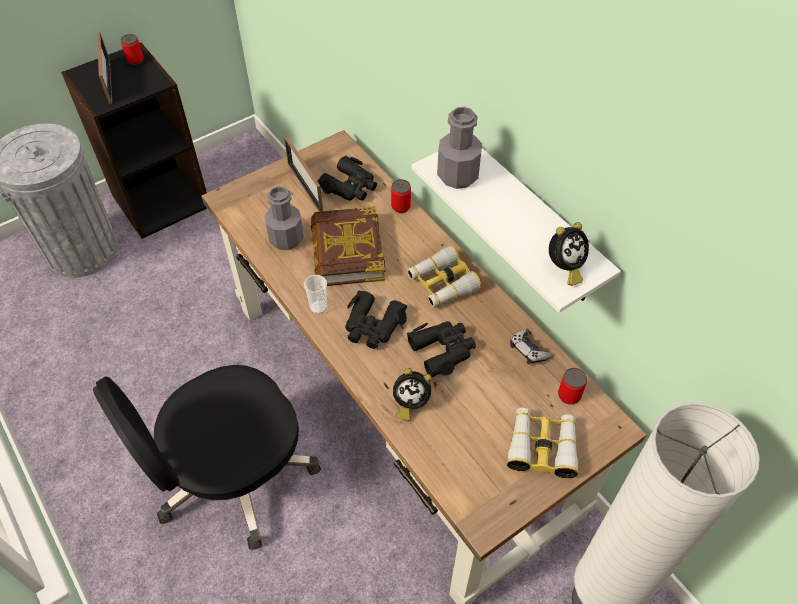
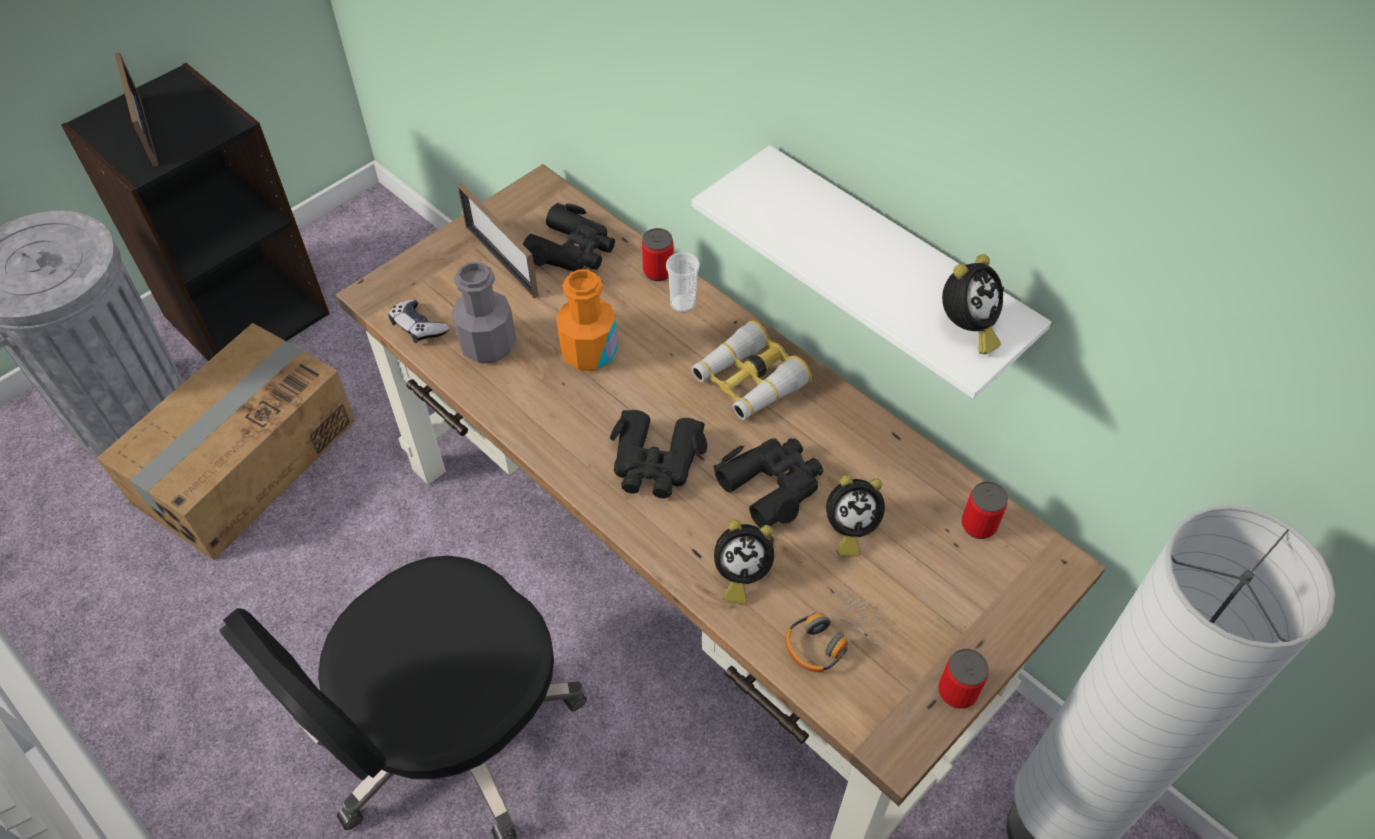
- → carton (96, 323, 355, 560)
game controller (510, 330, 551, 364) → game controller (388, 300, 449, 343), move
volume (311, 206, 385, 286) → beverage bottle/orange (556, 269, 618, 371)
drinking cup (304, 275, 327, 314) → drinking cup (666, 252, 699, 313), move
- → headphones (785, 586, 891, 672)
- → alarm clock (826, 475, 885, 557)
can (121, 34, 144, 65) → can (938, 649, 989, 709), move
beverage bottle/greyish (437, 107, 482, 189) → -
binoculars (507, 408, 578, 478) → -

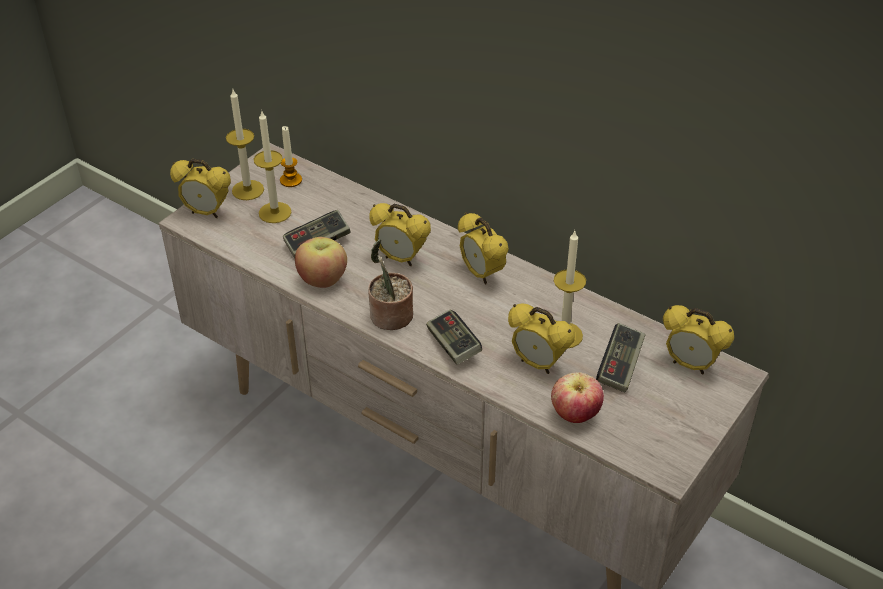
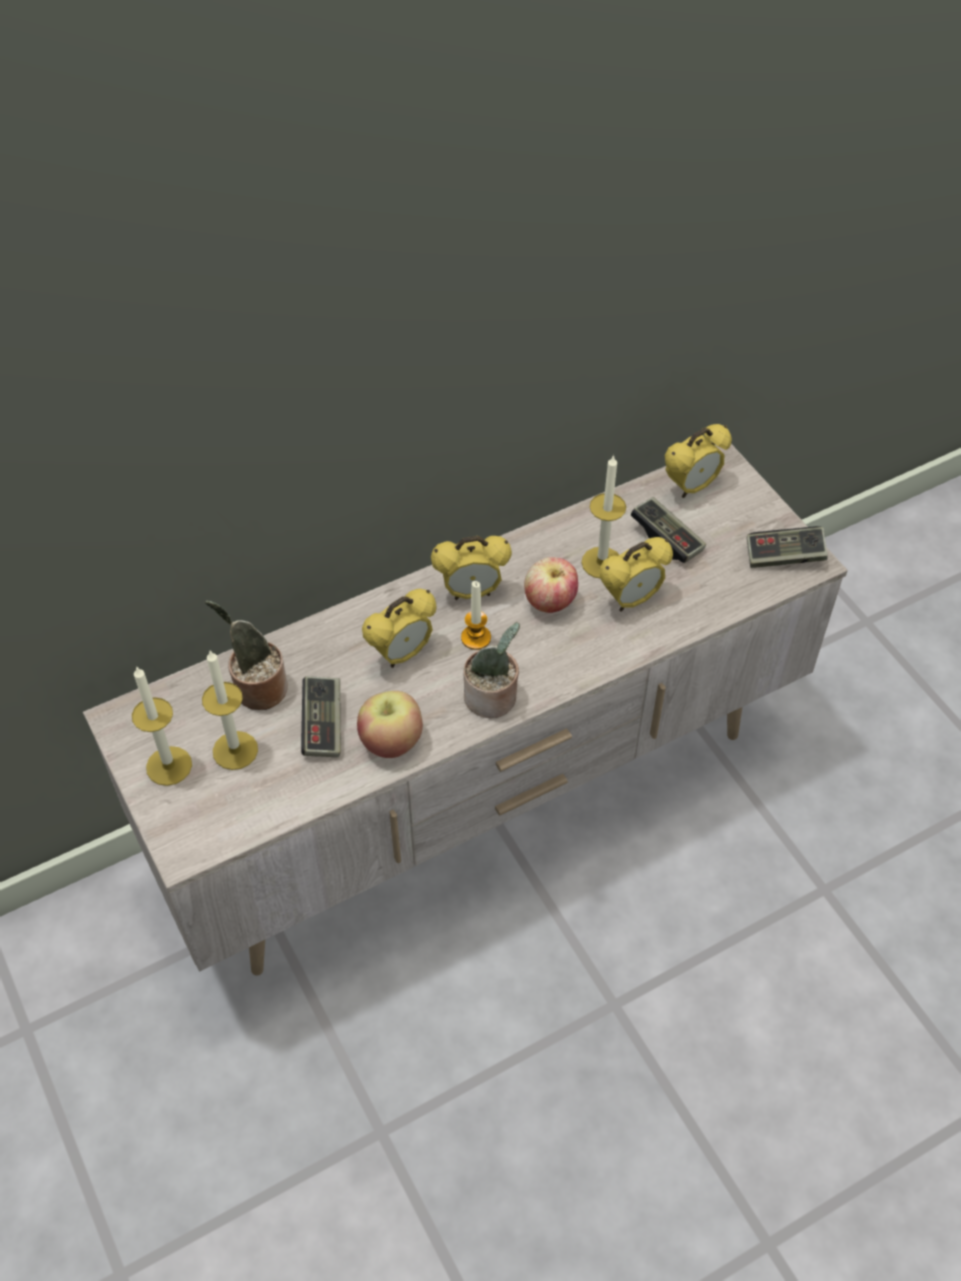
- → plant in a pot (205, 601, 288, 710)
wax light (280, 126, 302, 187) → wax light (461, 581, 491, 650), move
apple (551, 372, 604, 423) → apple (524, 557, 578, 613), move
game controller (426, 309, 482, 365) → game controller (747, 526, 828, 568), move
alarm clock (170, 159, 231, 218) → -

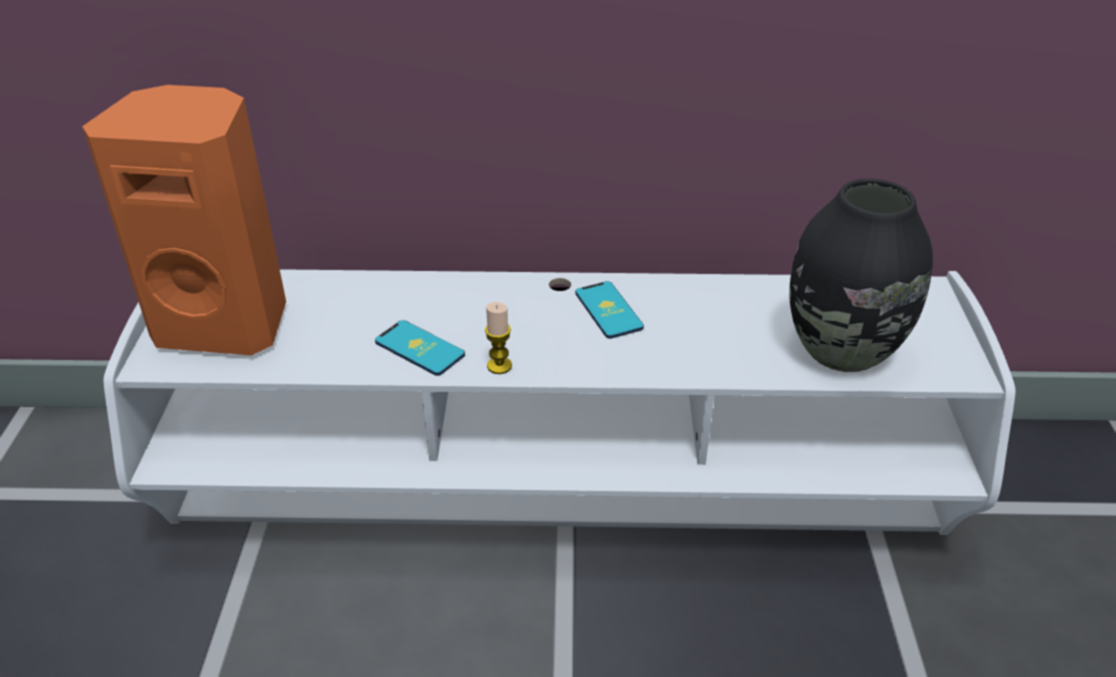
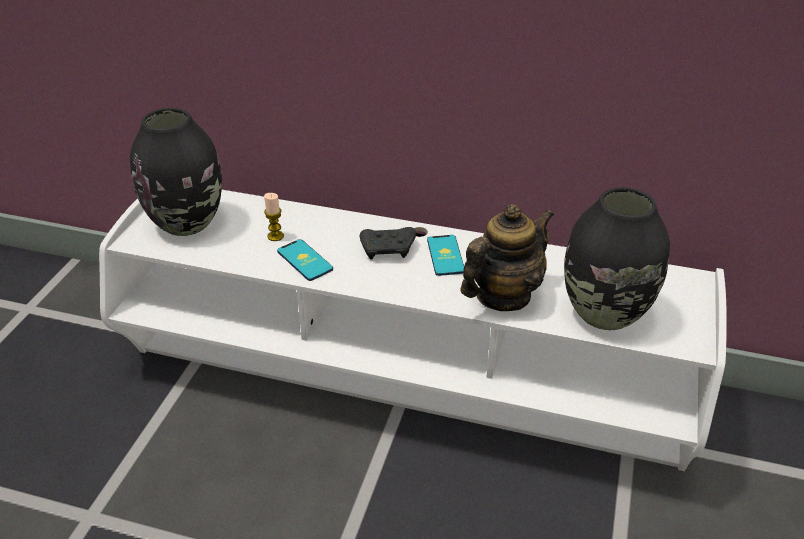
loudspeaker/orange (82, 85, 286, 355) → decorative vase/black-coloured (130, 108, 222, 236)
wax light (485, 302, 512, 374) → wax light (264, 193, 284, 241), move
- → game controller/black-coloured (360, 227, 416, 260)
- → pot for tea (460, 204, 554, 311)

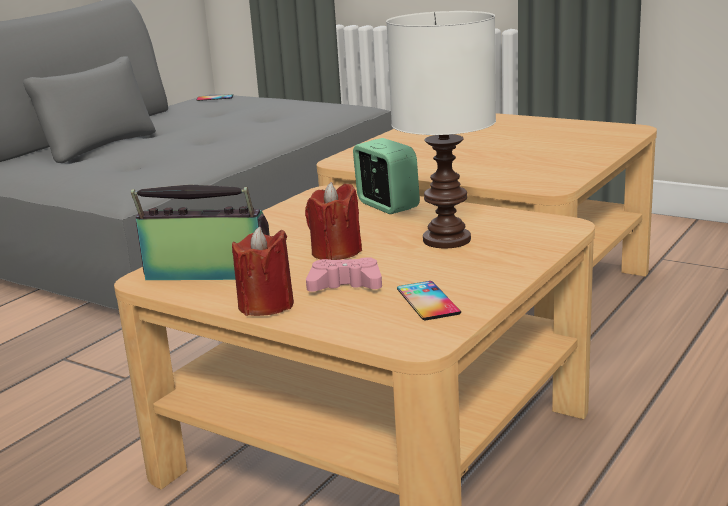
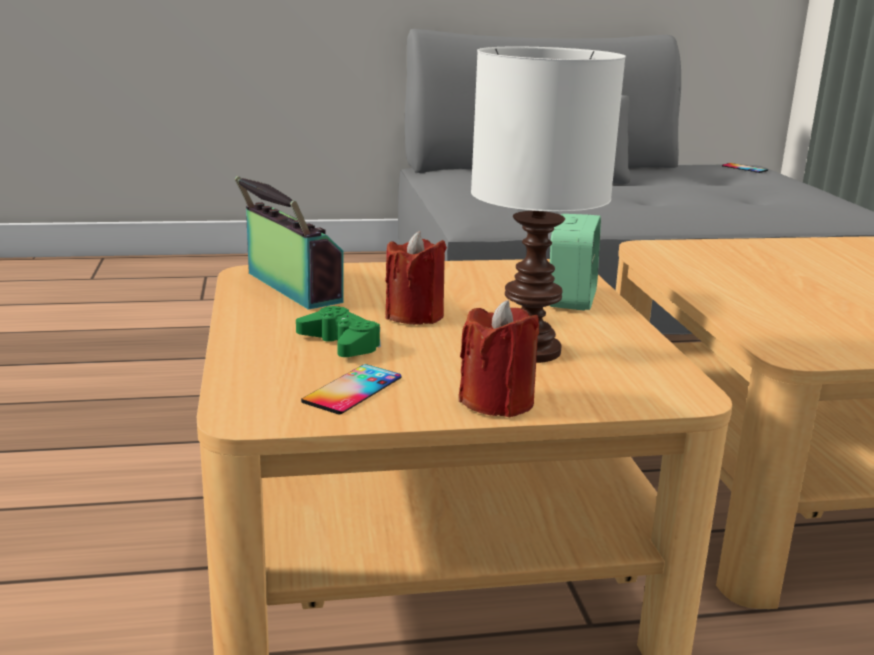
game controller/pink (306, 257, 382, 292) → game controller/green-coloured (296, 306, 381, 357)
wax light/red-coloured (232, 226, 294, 316) → wax light/red-coloured (459, 300, 539, 417), move

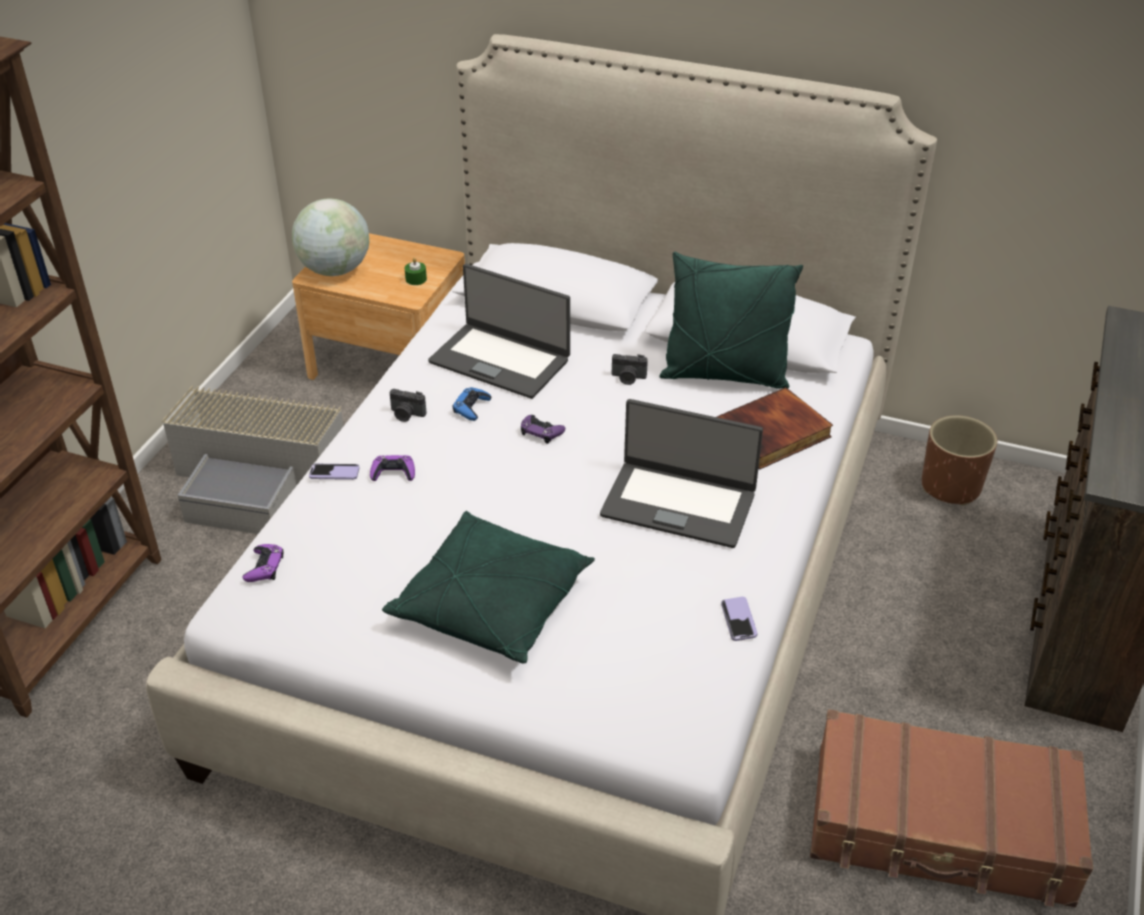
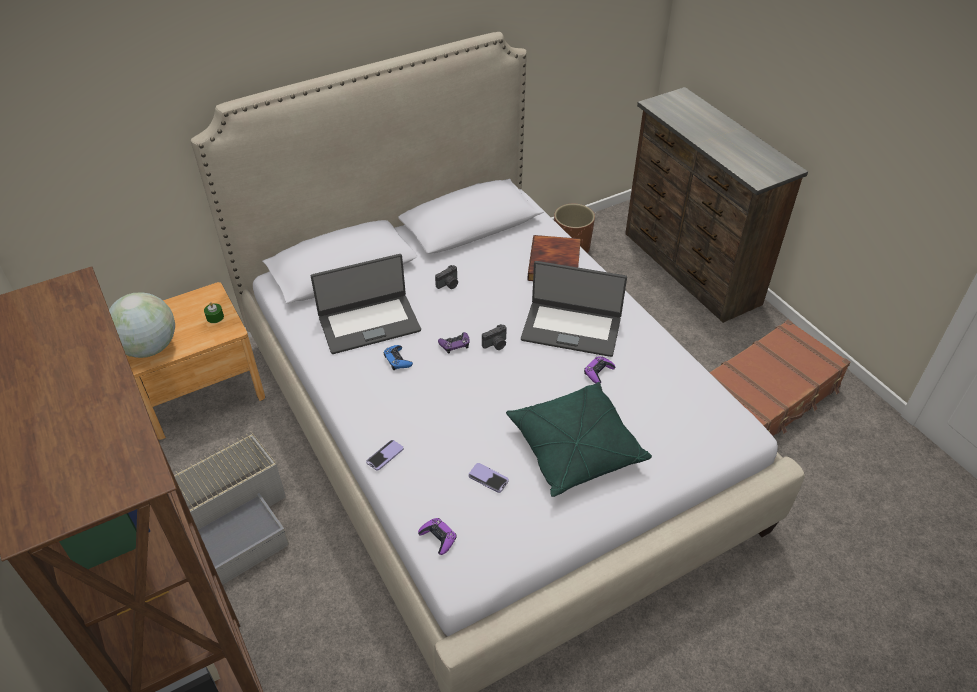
handset (721, 597, 757, 641) → handset (468, 463, 509, 493), move
photo camera (390, 389, 427, 422) → photo camera (482, 324, 506, 350), move
notebook computer (600, 399, 763, 548) → notebook computer (521, 261, 627, 357), 45 degrees clockwise
game controller/purple-coloured (370, 455, 415, 481) → game controller/purple-coloured (584, 356, 615, 383), move
throw pillow/green-coloured (659, 252, 803, 389) → -

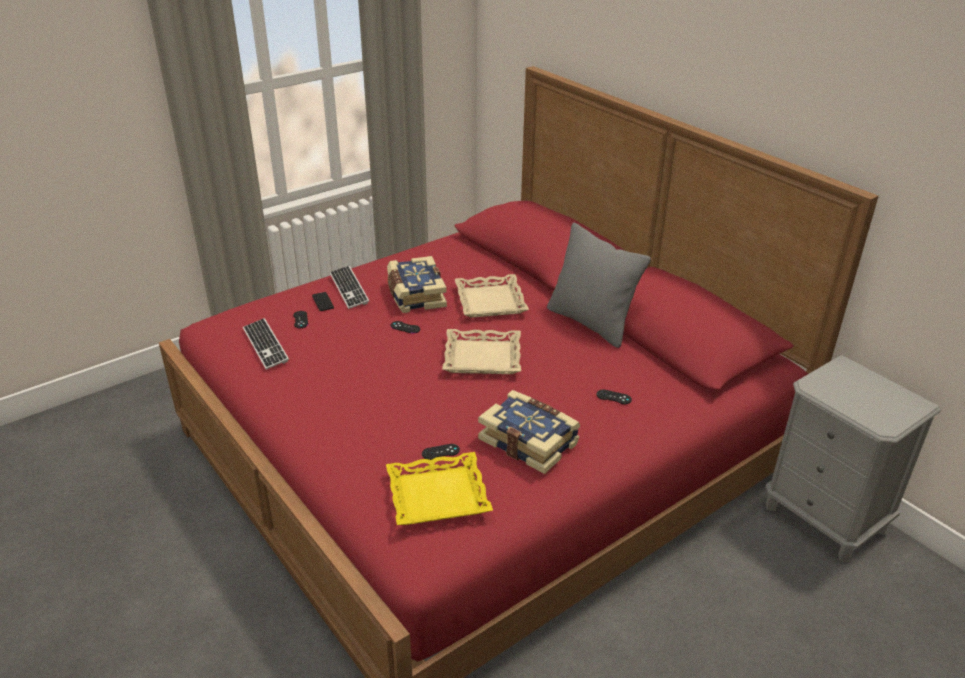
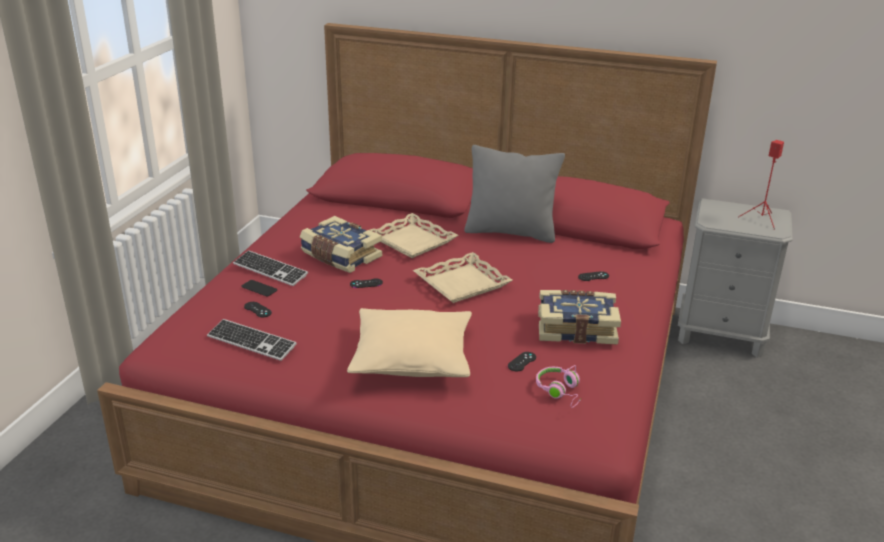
- → throw pillow/beige (347, 308, 472, 377)
carrying tray/yellow (386, 452, 493, 525) → headphones/pink (536, 365, 581, 408)
- → loudspeaker/red-coloured (739, 140, 784, 230)

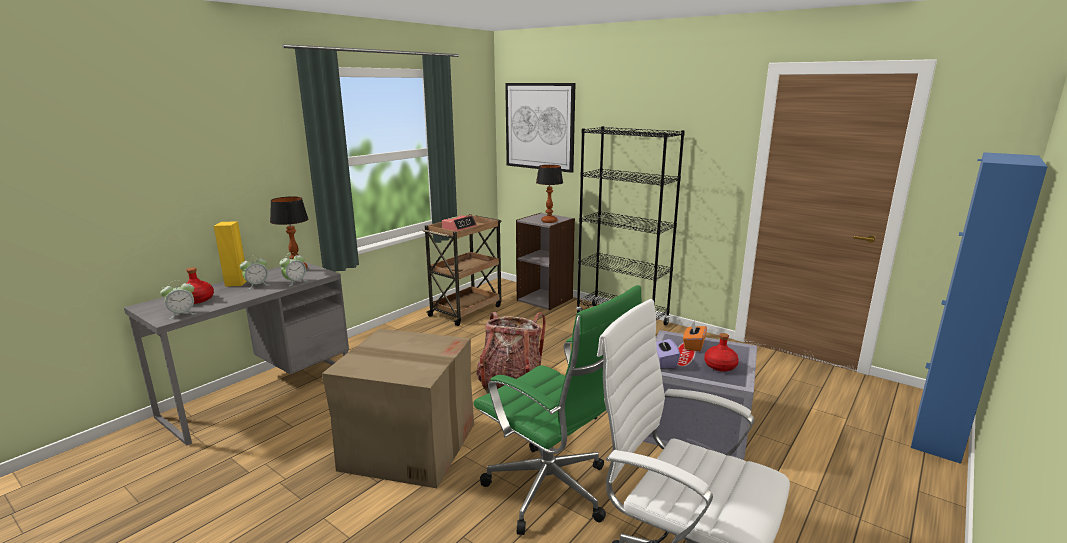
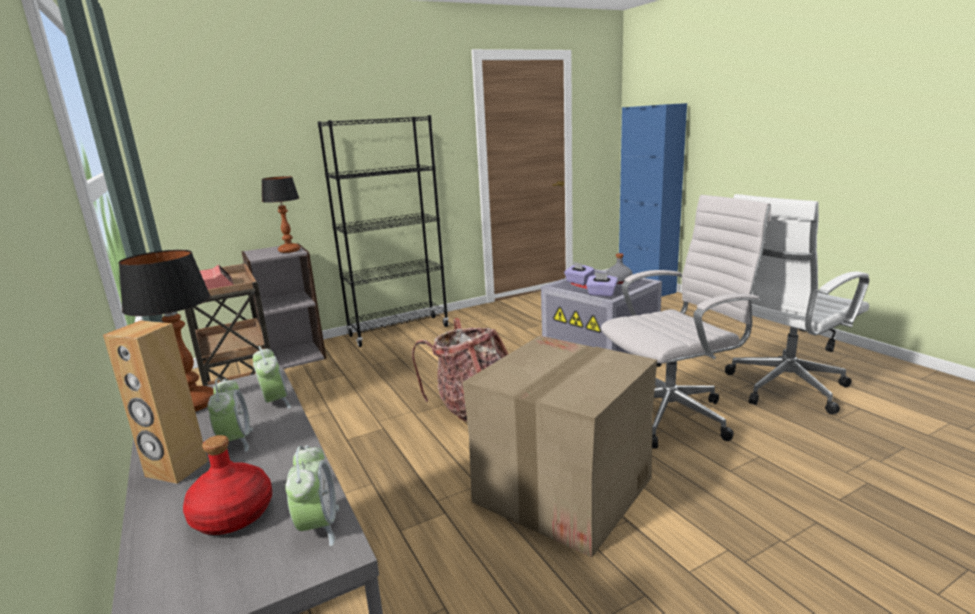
loudspeaker/yellow (214, 221, 247, 287) → loudspeaker/brown-coloured (103, 320, 208, 484)
box of tissues/orange (683, 321, 707, 352) → box of tissues/purple-coloured (564, 262, 595, 285)
desk chair/green-coloured (474, 285, 642, 535) → desk chair/white (601, 195, 771, 449)
beverage bottle/red-coloured (704, 333, 739, 372) → beverage bottle/greyish (606, 253, 633, 284)
wall picture (505, 83, 575, 173) → -

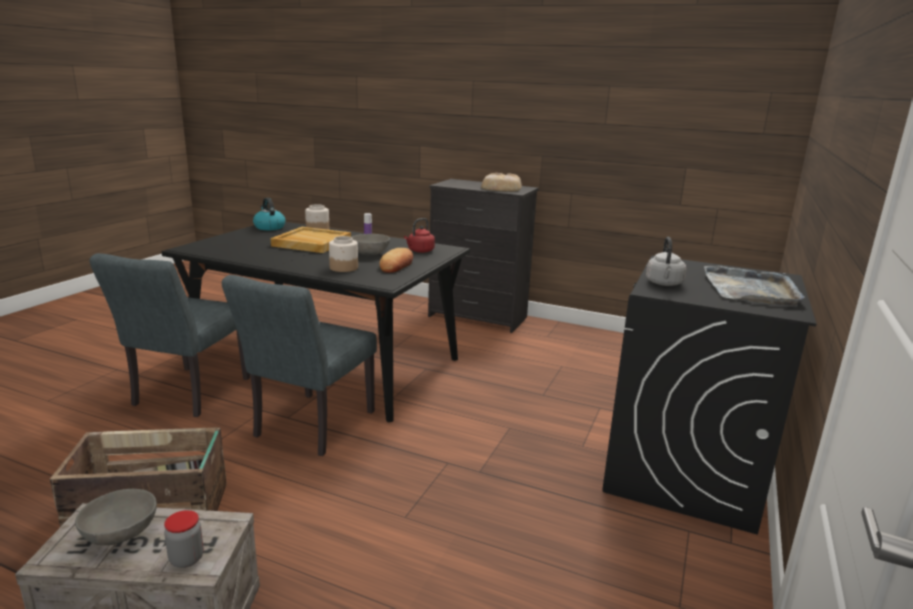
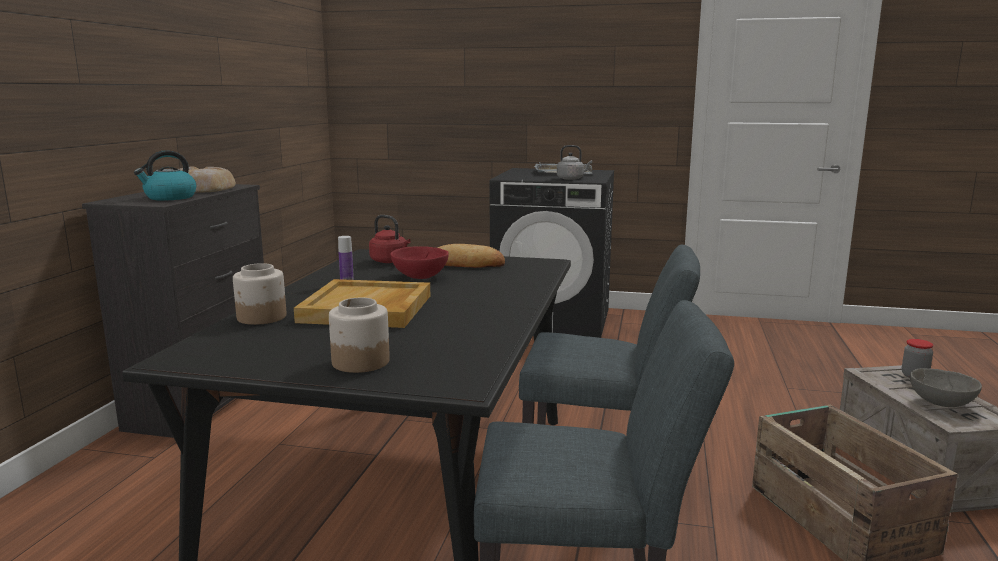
tea kettle (253, 198, 286, 230) → tea kettle (134, 150, 196, 201), move
jar (329, 236, 358, 272) → jar (329, 298, 390, 373), move
deep dish/greyish (352, 234, 390, 255) → deep dish/red-coloured (390, 246, 449, 279)

